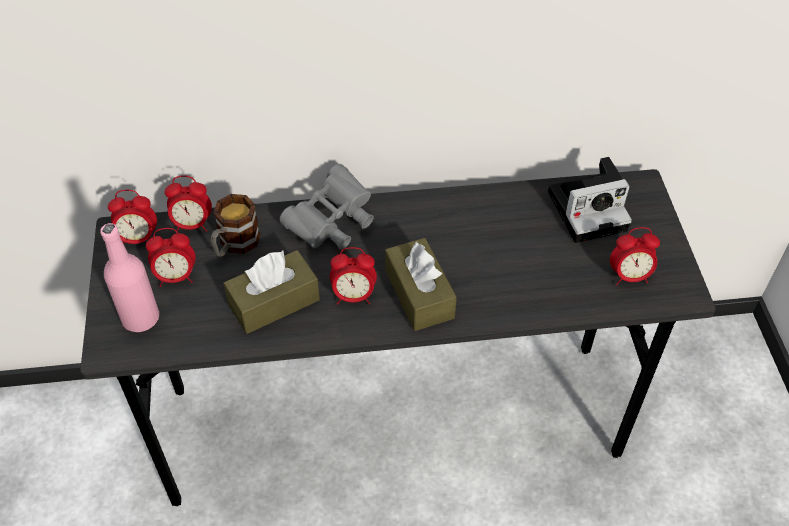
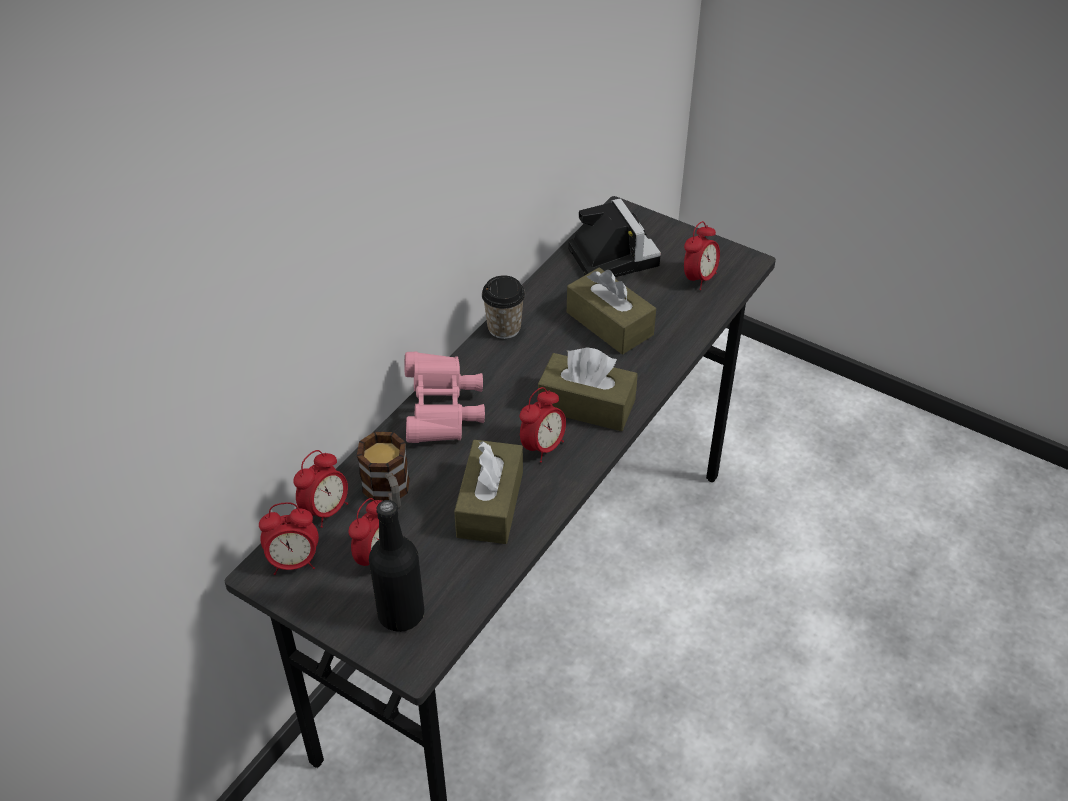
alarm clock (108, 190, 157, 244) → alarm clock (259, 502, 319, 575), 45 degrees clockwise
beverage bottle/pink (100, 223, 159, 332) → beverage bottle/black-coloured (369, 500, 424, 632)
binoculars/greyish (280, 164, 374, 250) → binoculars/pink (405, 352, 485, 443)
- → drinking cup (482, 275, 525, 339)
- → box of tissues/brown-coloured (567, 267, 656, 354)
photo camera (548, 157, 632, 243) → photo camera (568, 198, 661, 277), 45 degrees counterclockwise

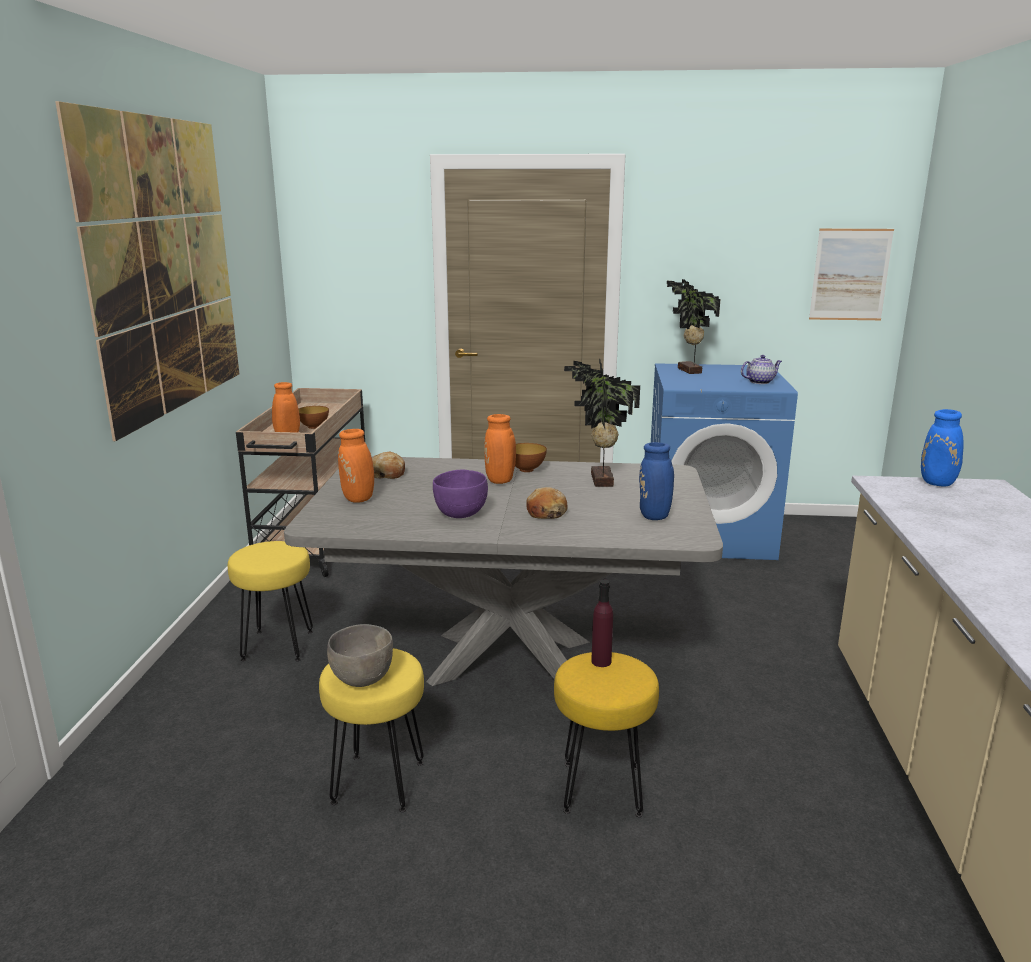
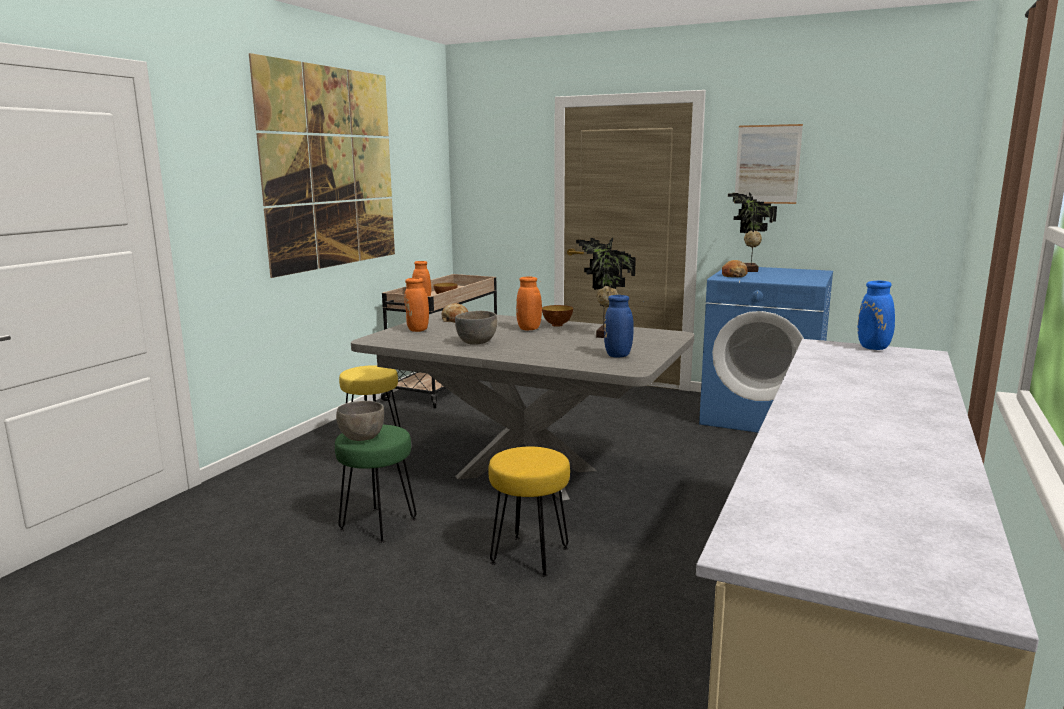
stool seat/yellow (319, 648, 424, 812) → stool seat/green-coloured (335, 425, 417, 543)
deep dish/purple-coloured (433, 470, 488, 518) → deep dish/greyish (455, 311, 497, 345)
bakery bread (526, 487, 568, 519) → bakery bread (722, 260, 748, 277), move
wall picture (809, 228, 894, 320) → wall picture (734, 124, 803, 204), move
beverage bottle/purple-coloured (591, 580, 613, 667) → -
pot for tea (741, 355, 782, 384) → -

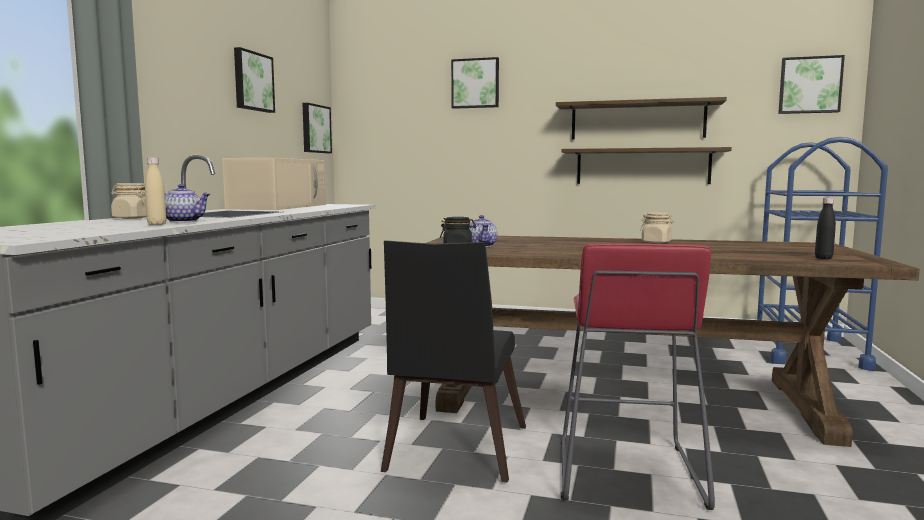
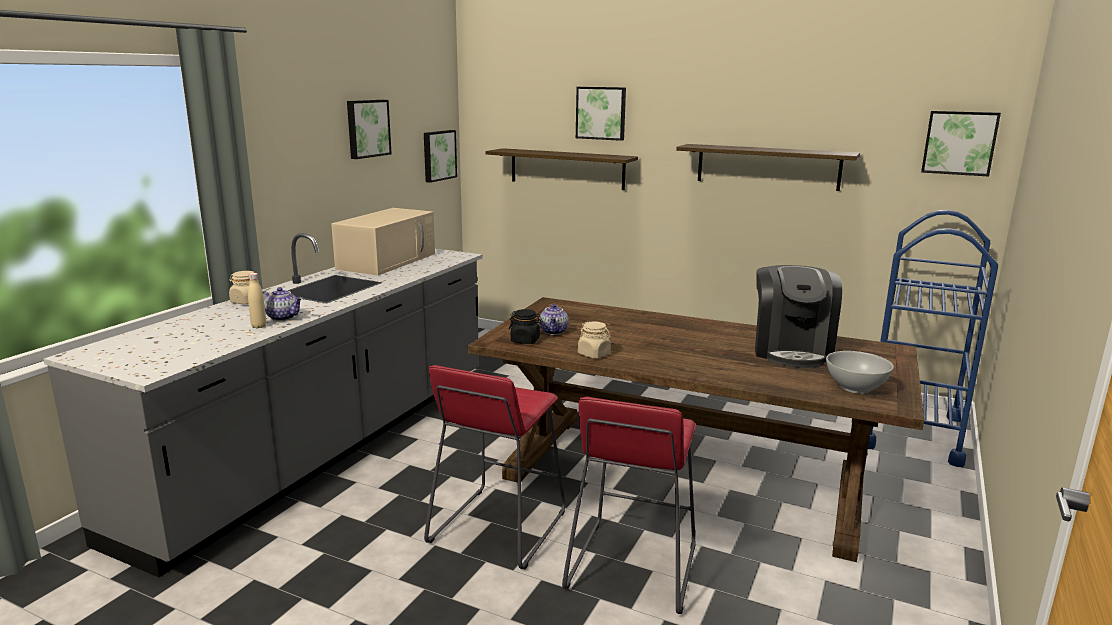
plain chair/black-coloured (381, 240, 526, 482) → stool seat/red-coloured (424, 365, 565, 570)
shelf (561, 147, 732, 184) → shelf (486, 148, 638, 190), move
jar/beige (640, 212, 675, 243) → jar/beige (578, 322, 611, 358), move
- → coffee brewer (755, 265, 842, 368)
beverage bottle/black-coloured (815, 198, 836, 259) → deep dish/white (826, 351, 894, 394)

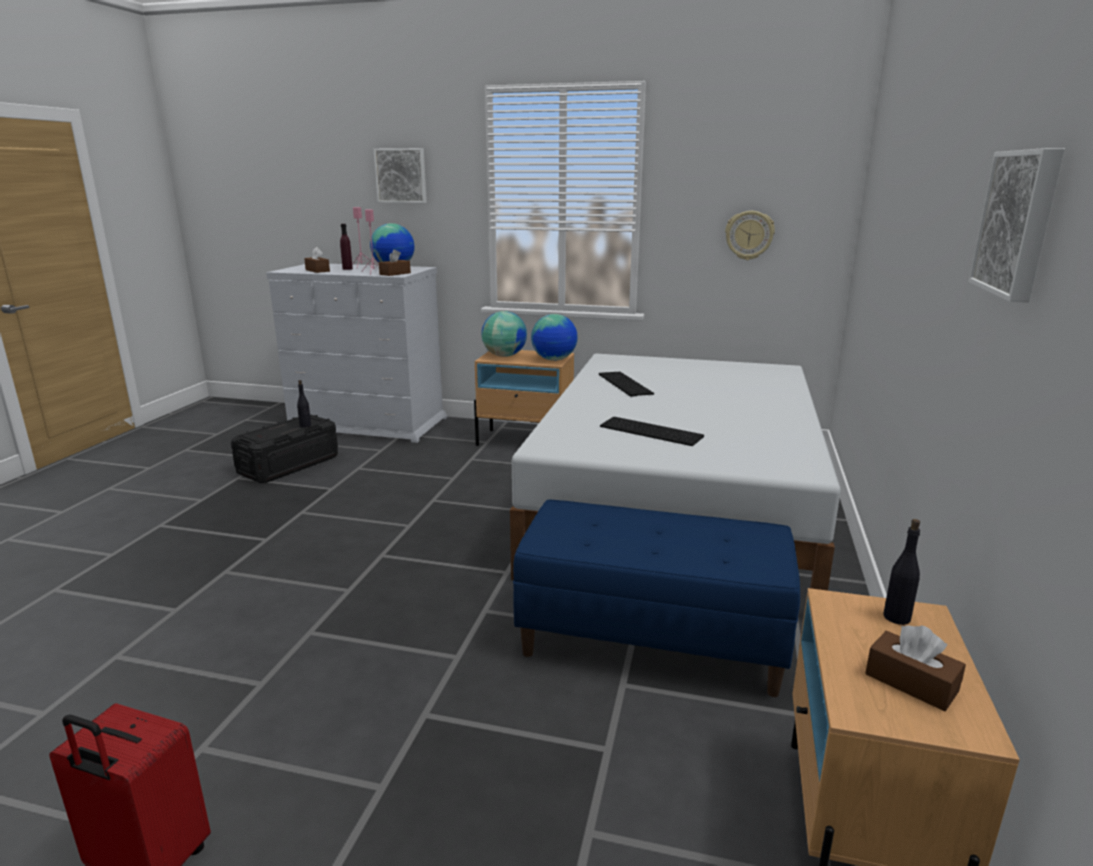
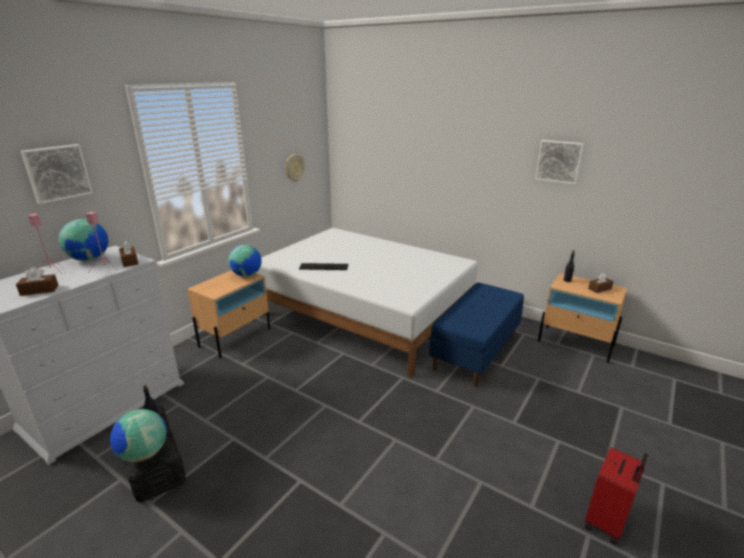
world globe (481, 311, 527, 357) → world globe (110, 409, 167, 462), move
beverage bottle/purple-coloured (340, 224, 353, 270) → -
PC keyboard (600, 417, 704, 446) → -

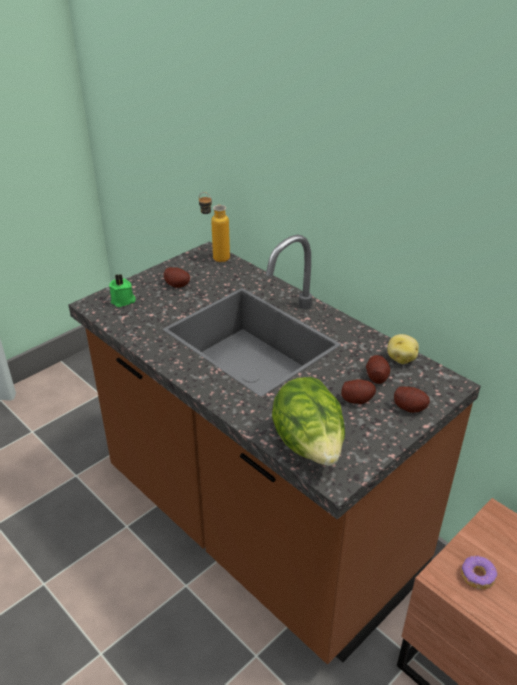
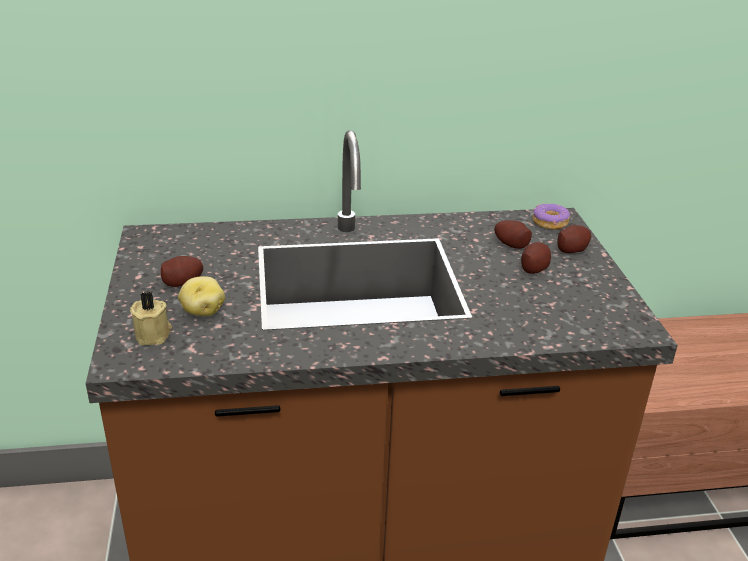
wax light/green-coloured (109, 274, 136, 307) → wax light/beige (130, 292, 172, 345)
whole potato (387, 334, 419, 364) → whole potato (178, 276, 225, 316), move
ring doughnut (461, 555, 497, 589) → ring doughnut (533, 204, 570, 230), move
beverage bottle (199, 192, 230, 262) → -
lettuce head (272, 377, 345, 466) → -

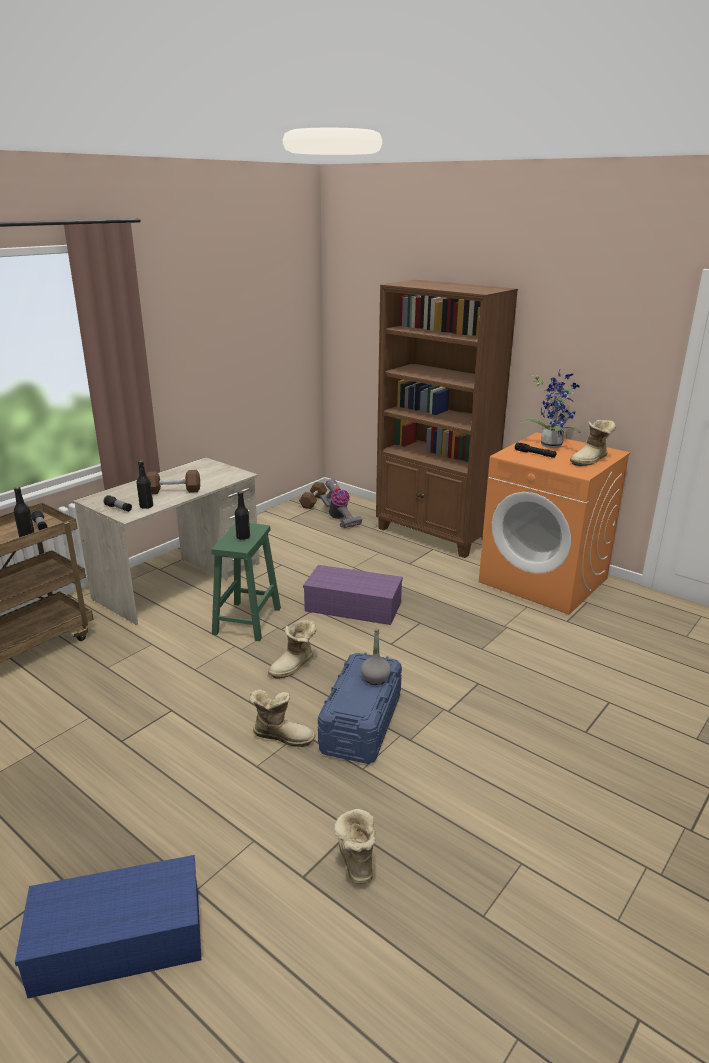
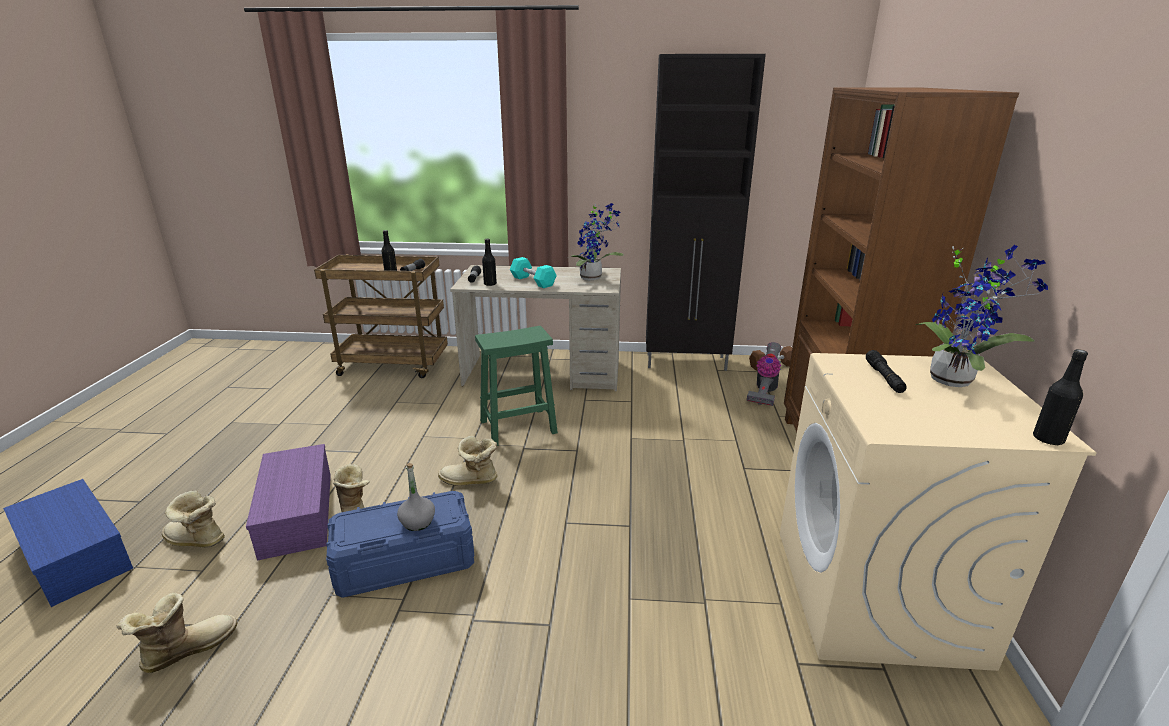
tall boot (570, 419, 616, 466) → tall boot (162, 491, 225, 547), move
storage bin/purple-coloured (303, 565, 403, 625) → storage bin/purple-coloured (246, 444, 331, 561), move
free weight/brown-coloured (146, 470, 200, 494) → free weight/turquoise-coloured (510, 257, 557, 288)
- → plant in a pot (567, 203, 624, 280)
- → cabinet/black-coloured (646, 54, 766, 371)
laundry appliance/orange (479, 432, 630, 615) → laundry appliance/beige (780, 353, 1097, 671)
beverage bottle/black-coloured (235, 491, 250, 540) → beverage bottle/black-coloured (1033, 349, 1088, 445), move

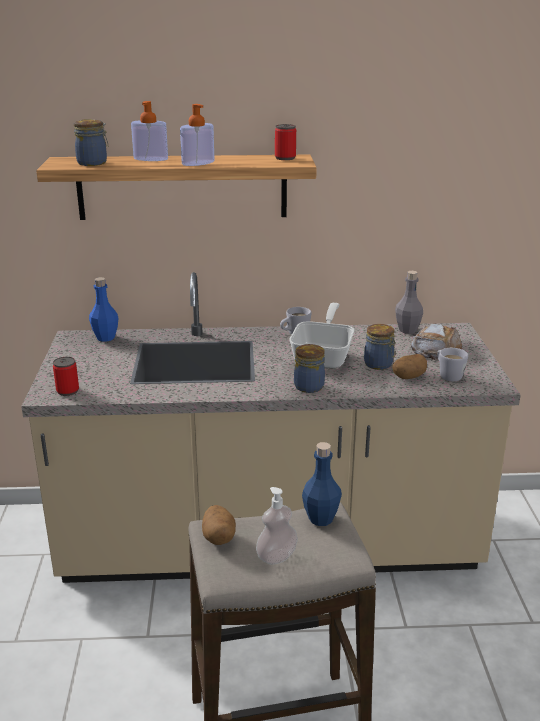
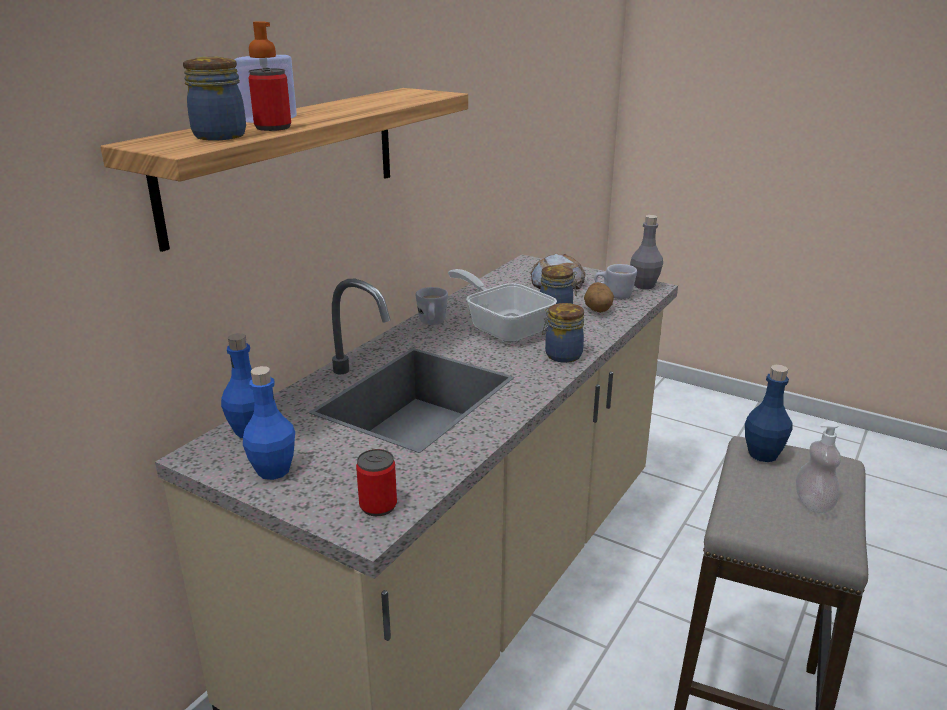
- → beverage bottle/blue (243, 366, 295, 480)
can (275, 124, 296, 160) → can (249, 68, 291, 131), move
beverage bottle/greyish (395, 271, 423, 334) → beverage bottle/greyish (630, 215, 663, 289), move
liquid soap bottle (180, 104, 214, 166) → -
whole potato (202, 505, 236, 545) → -

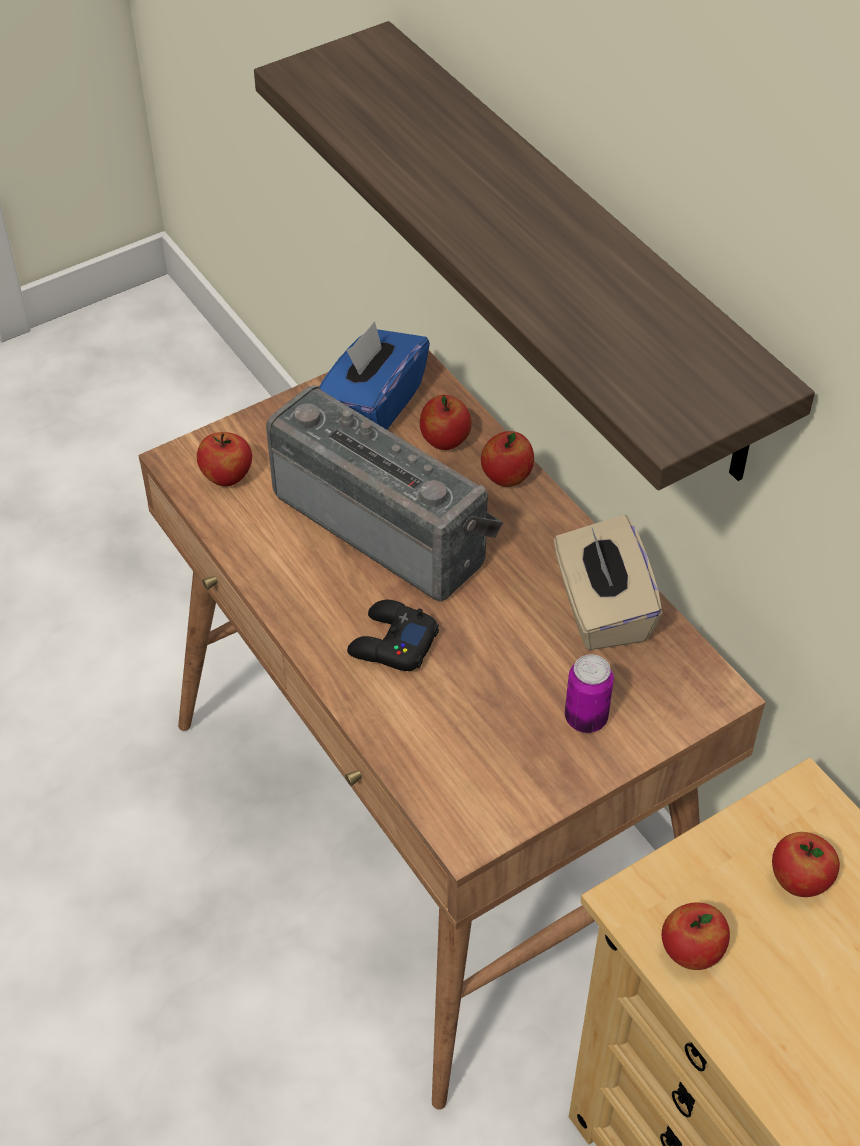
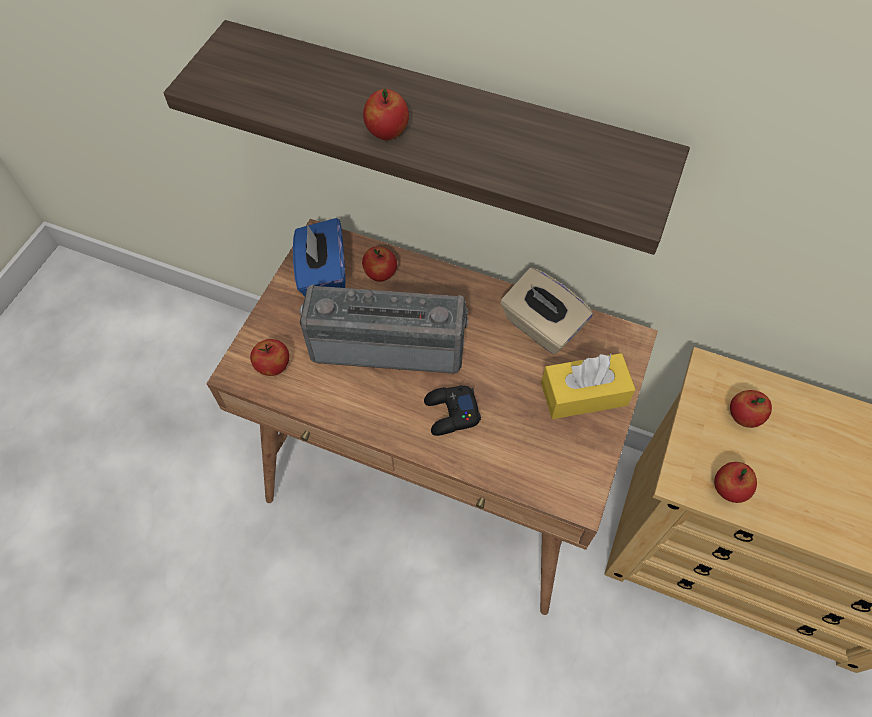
apple (481, 431, 534, 487) → apple (363, 89, 409, 140), move
can (565, 654, 614, 733) → box of tissues/yellow (541, 353, 636, 419)

